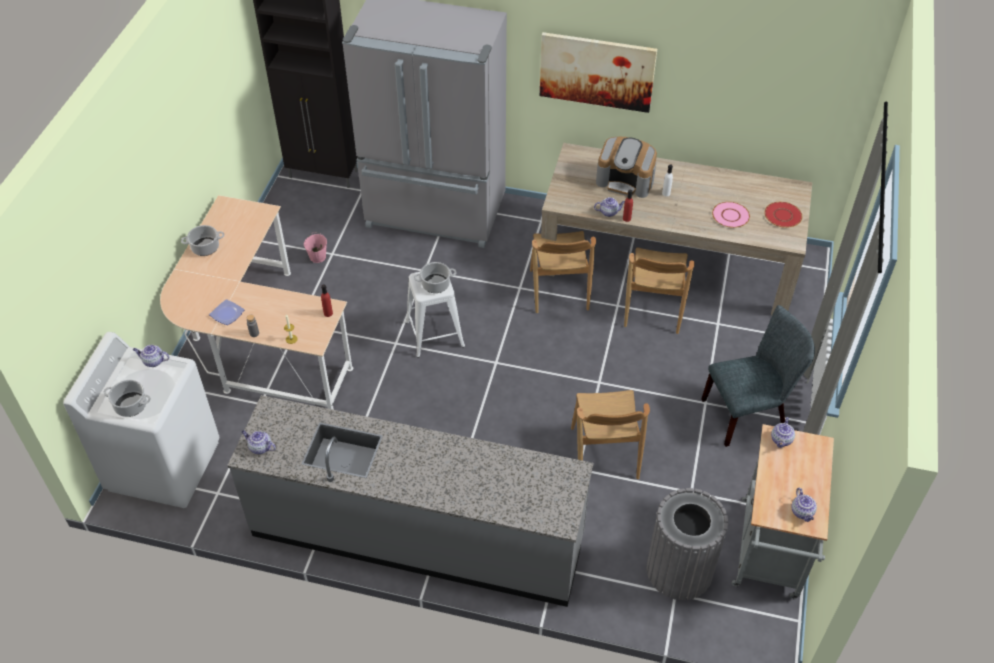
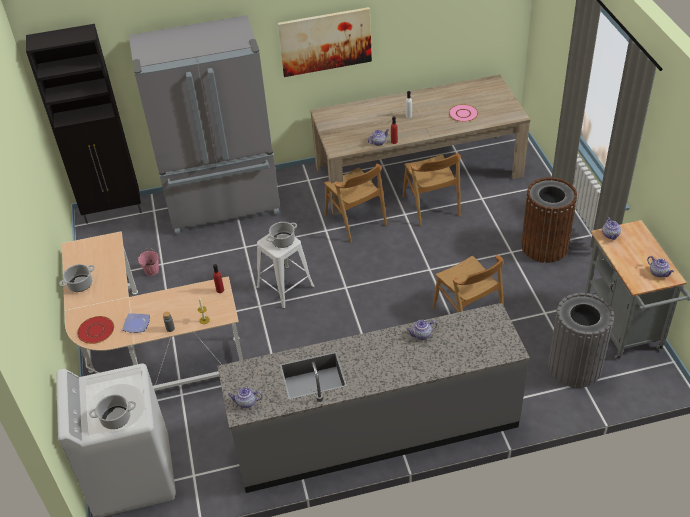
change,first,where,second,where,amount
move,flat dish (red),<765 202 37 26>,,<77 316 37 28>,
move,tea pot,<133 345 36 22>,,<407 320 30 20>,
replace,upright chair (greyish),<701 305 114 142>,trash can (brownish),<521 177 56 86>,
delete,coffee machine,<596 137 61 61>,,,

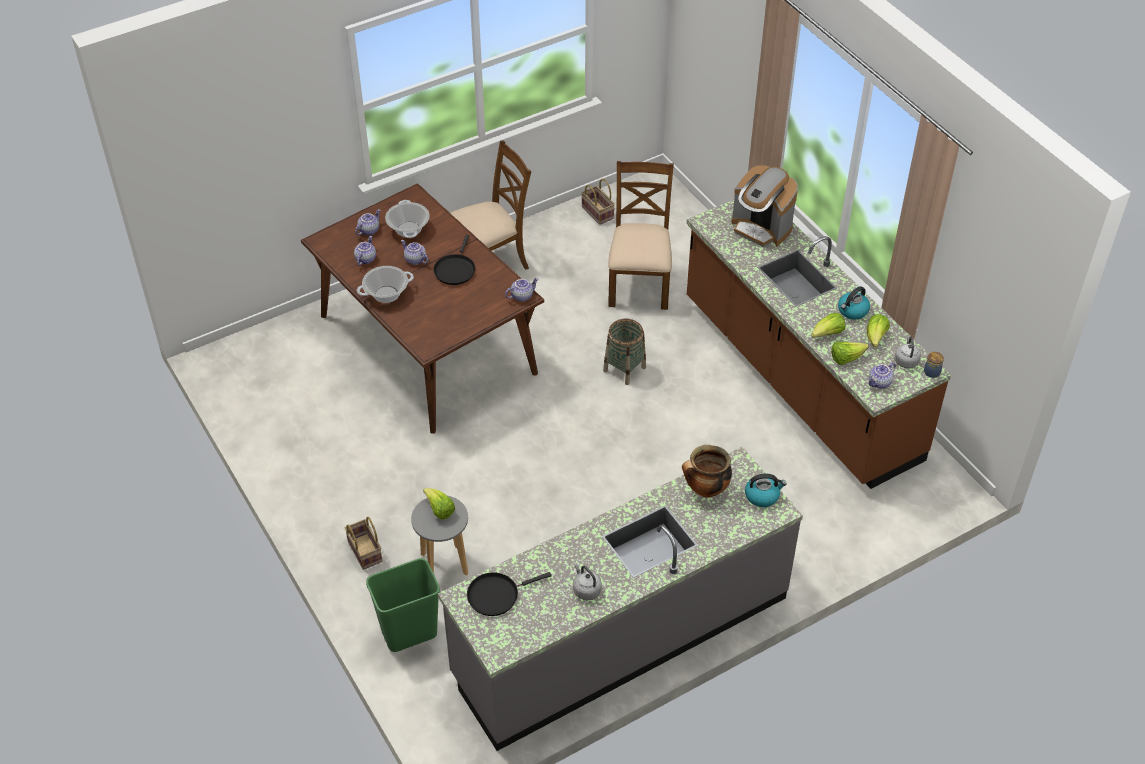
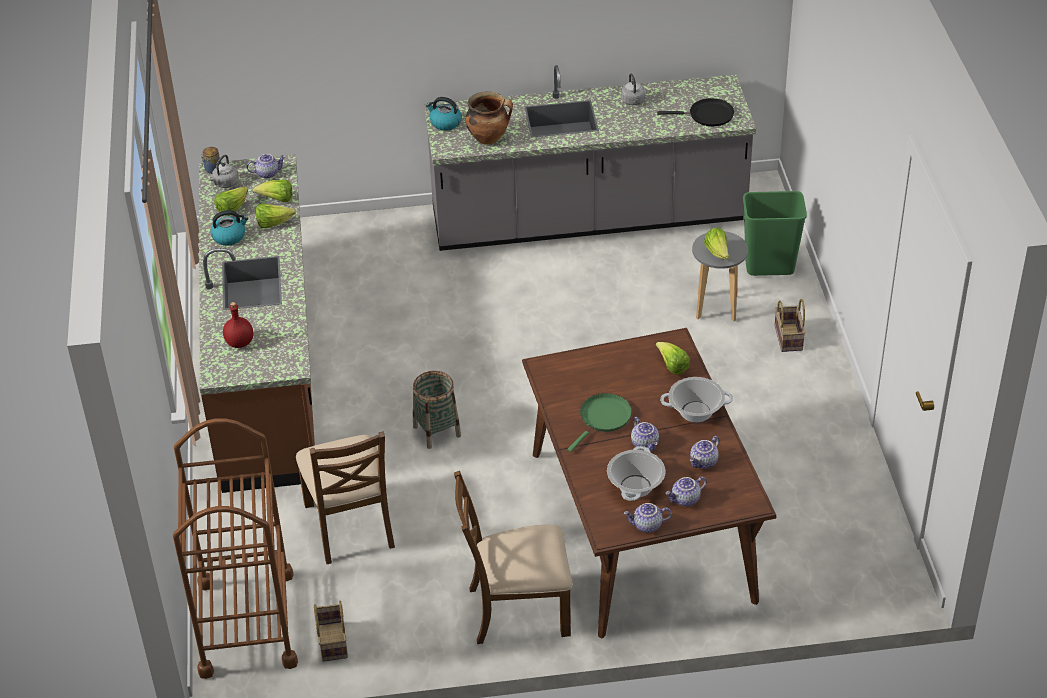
change,first,where,second,where,amount
insert,,,cart (brownish),<173 418 125 261>,
replace,coffee machine,<731 165 67 82>,drink bottle (red),<223 302 30 46>,
rotate,upright chair (brownish),<608 161 66 149>,,<296 432 99 132>,45 degrees counterclockwise
recolor,pan (black-coloured),<433 235 42 50>,pan (green-coloured),<568 393 64 59>,
move,tea pot,<505 278 34 24>,,<624 503 48 30>,
insert,,,head of lettuce,<656 342 34 33>,

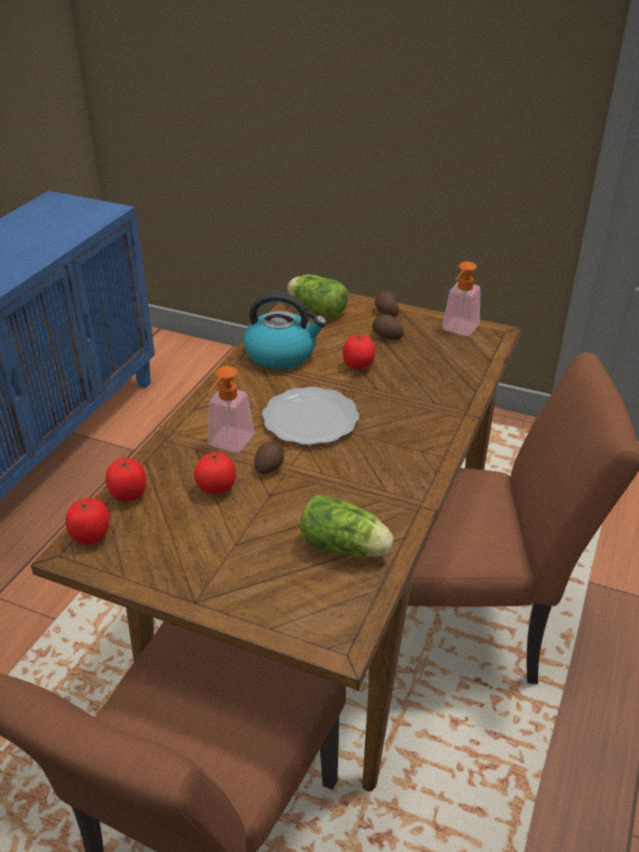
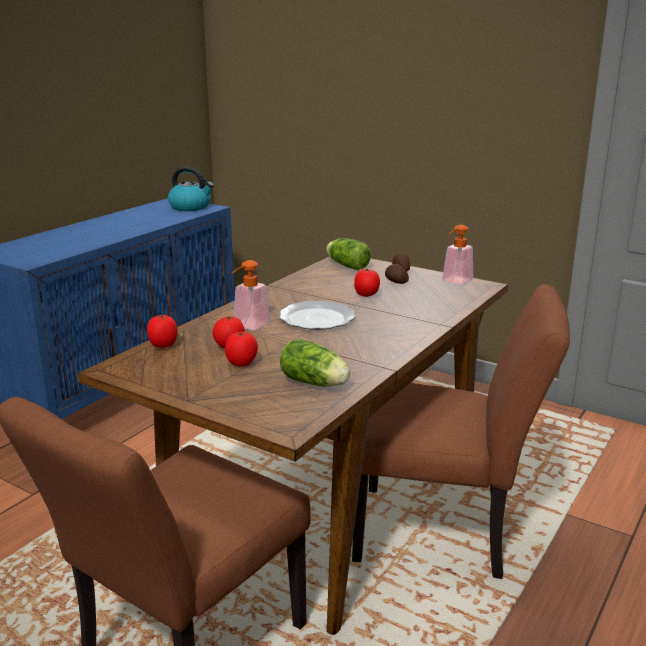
change,first,where,second,where,amount
move,water kettle,<243 292 83 77>,,<168 167 46 44>,
move,fresh tomato,<66 498 44 47>,,<225 332 33 35>,
delete,spud,<254 441 30 33>,,,

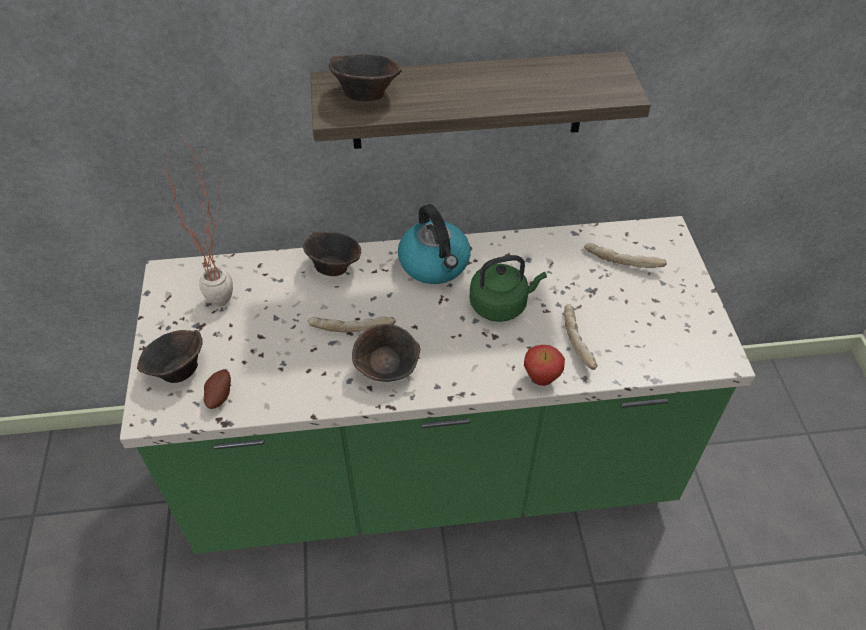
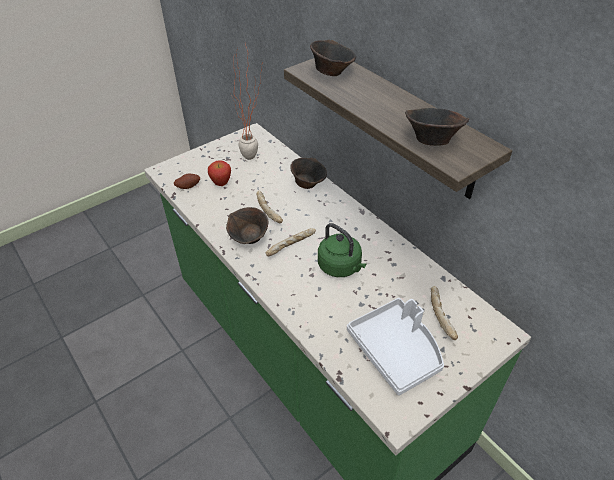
change,first,where,second,where,amount
move,whole apple,<524 345 41 41>,,<208 160 23 26>,
move,baked bread,<564 304 33 66>,,<266 228 50 28>,
insert,,,serving tray (whitish),<347 298 97 97>,
move,bowl (brownish),<137 330 66 53>,,<405 108 64 38>,
delete,water kettle,<398 204 73 80>,,,

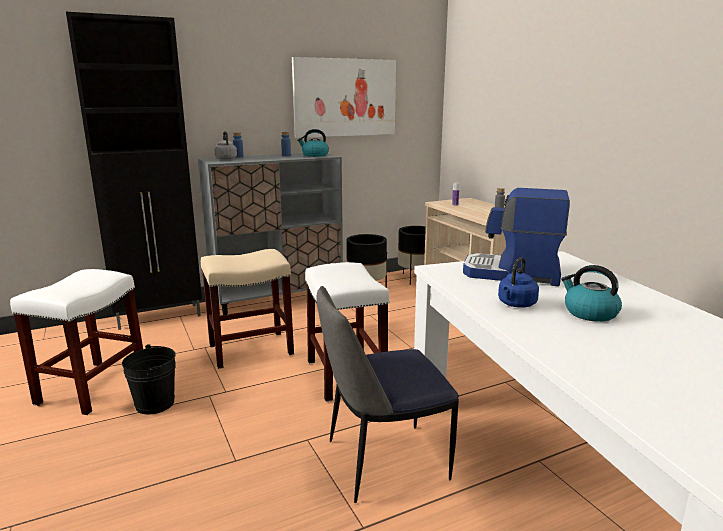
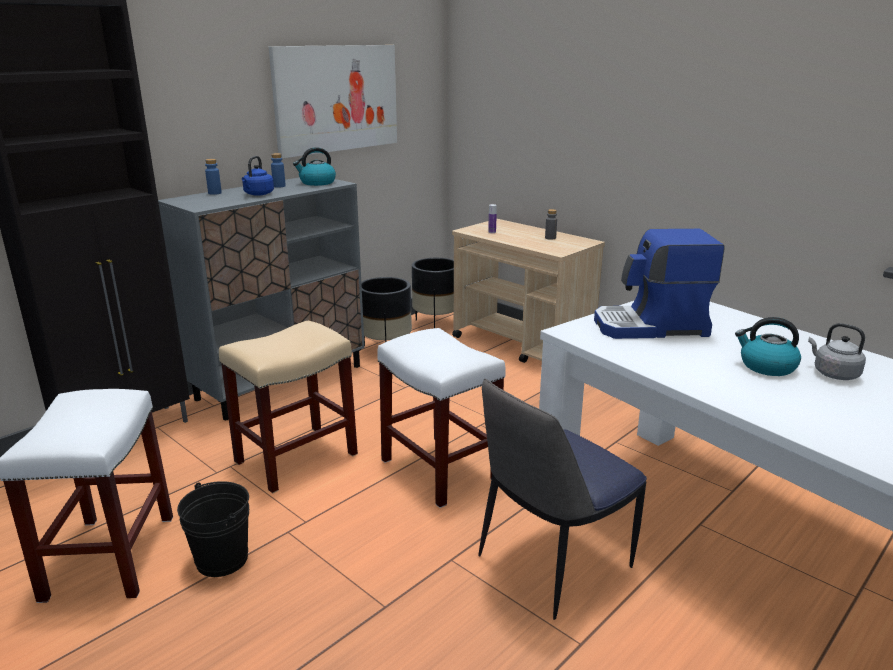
change,first,where,second,where,amount
move,water kettle (bluish),<498 257 41 51>,,<242 156 32 40>,
move,water kettle (greyish),<214 131 23 29>,,<808 323 58 57>,

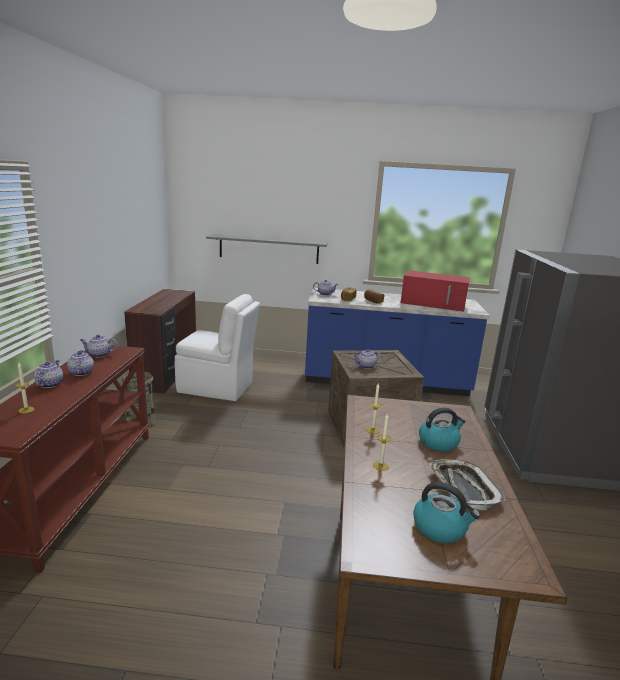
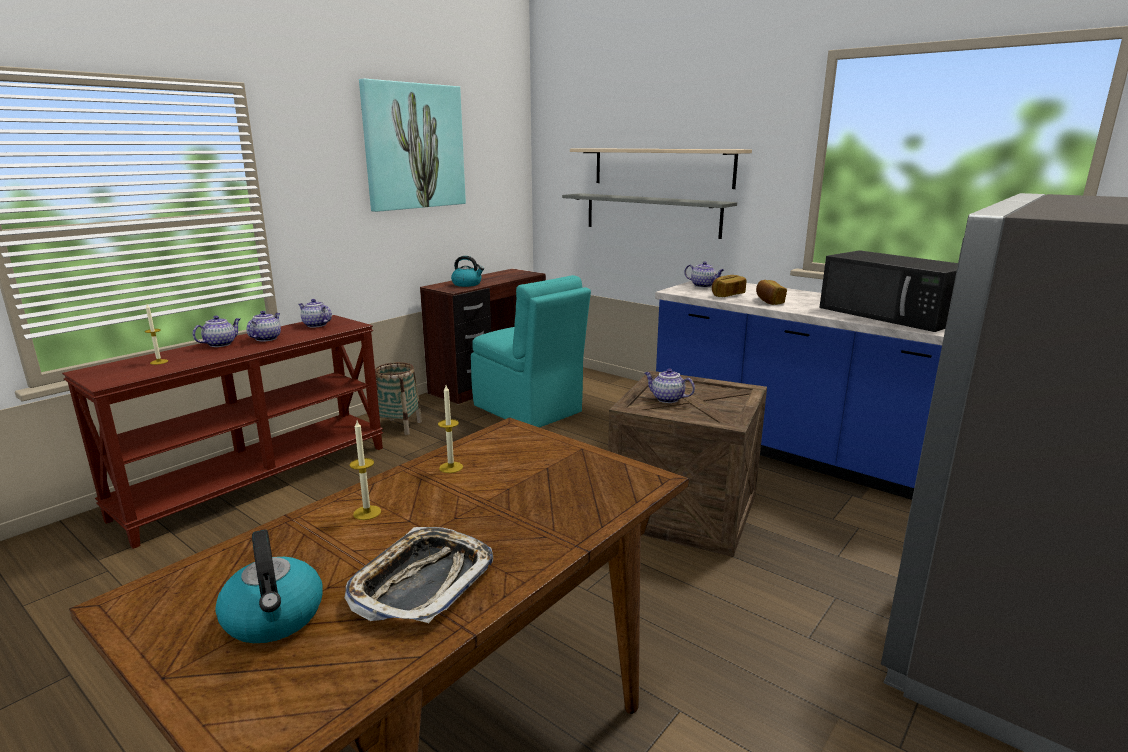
change,first,where,second,where,amount
insert,,,wall art,<359 79 107 133>,
move,water kettle,<419 407 47 44>,,<451 256 33 31>,
recolor,upright chair (whitish),<175 294 85 107>,upright chair (blue-green),<471 275 120 152>,
insert,,,shelf (sand-coloured),<570 148 182 41>,
recolor,kitchen microwave (red),<401 270 69 42>,kitchen microwave (black-coloured),<819 250 139 82>,

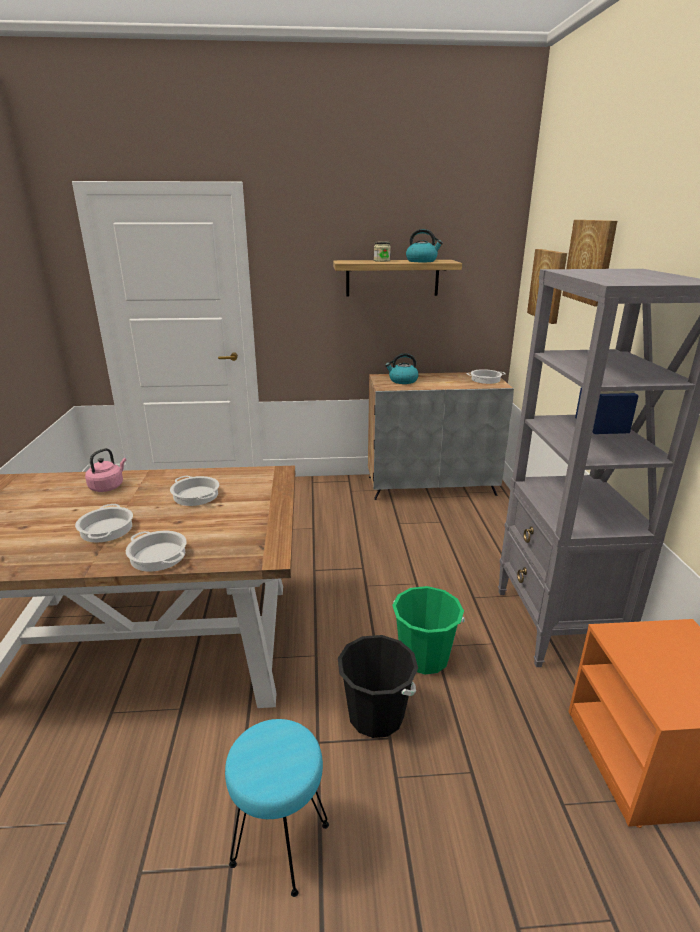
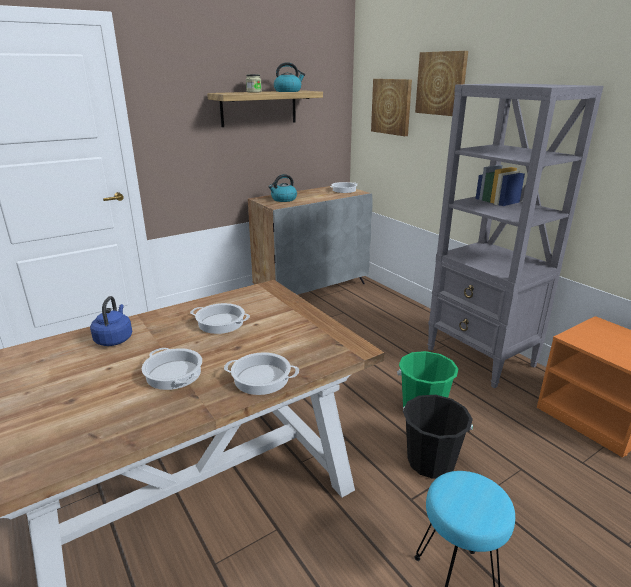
change,first,where,second,where,amount
recolor,water kettle (pink-coloured),<85 448 41 44>,water kettle (bluish),<90 296 42 50>,

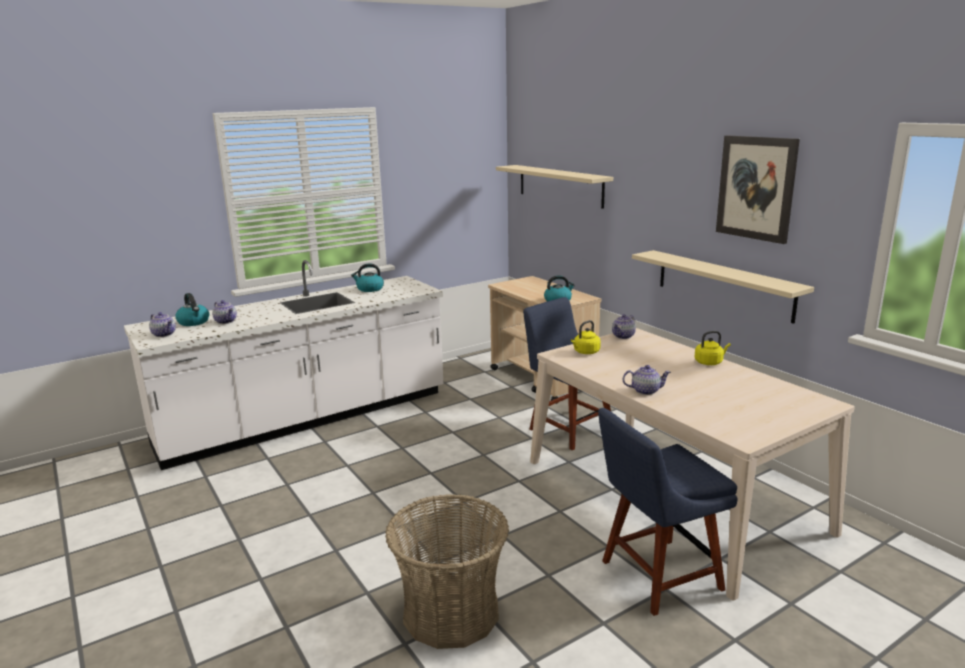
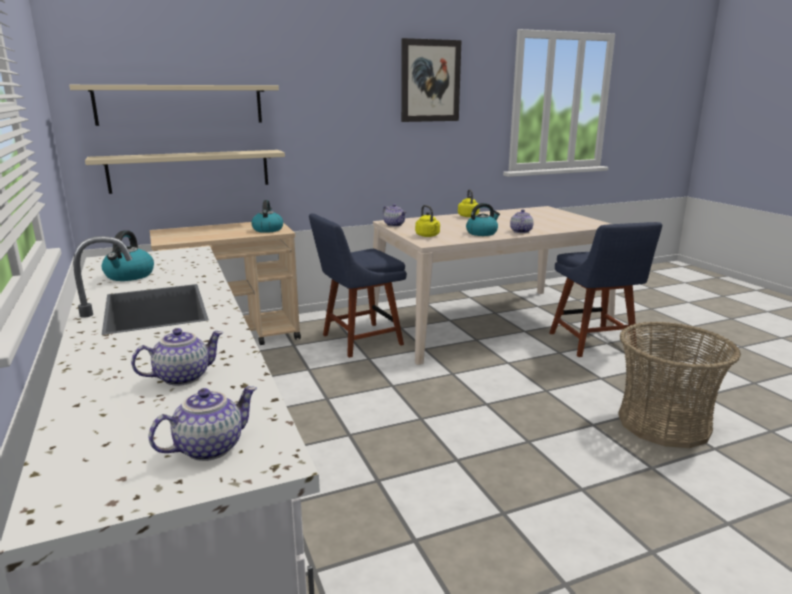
change,first,where,second,where,amount
move,shelf (sand-coloured),<632 250 182 74>,,<85 150 200 44>,
move,water kettle,<175 293 34 33>,,<466 203 34 33>,

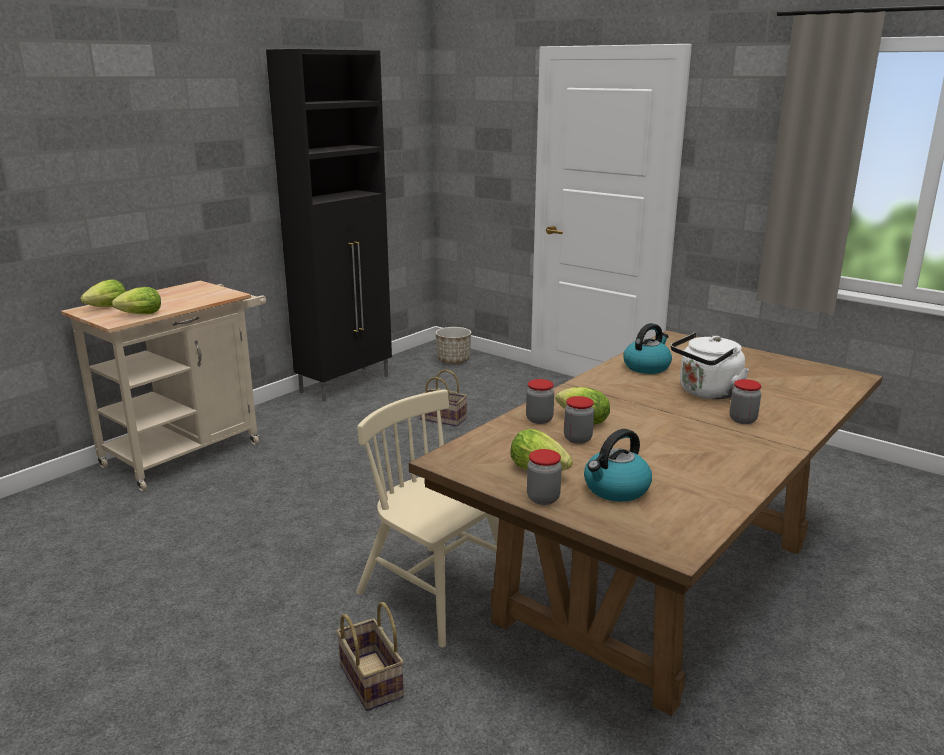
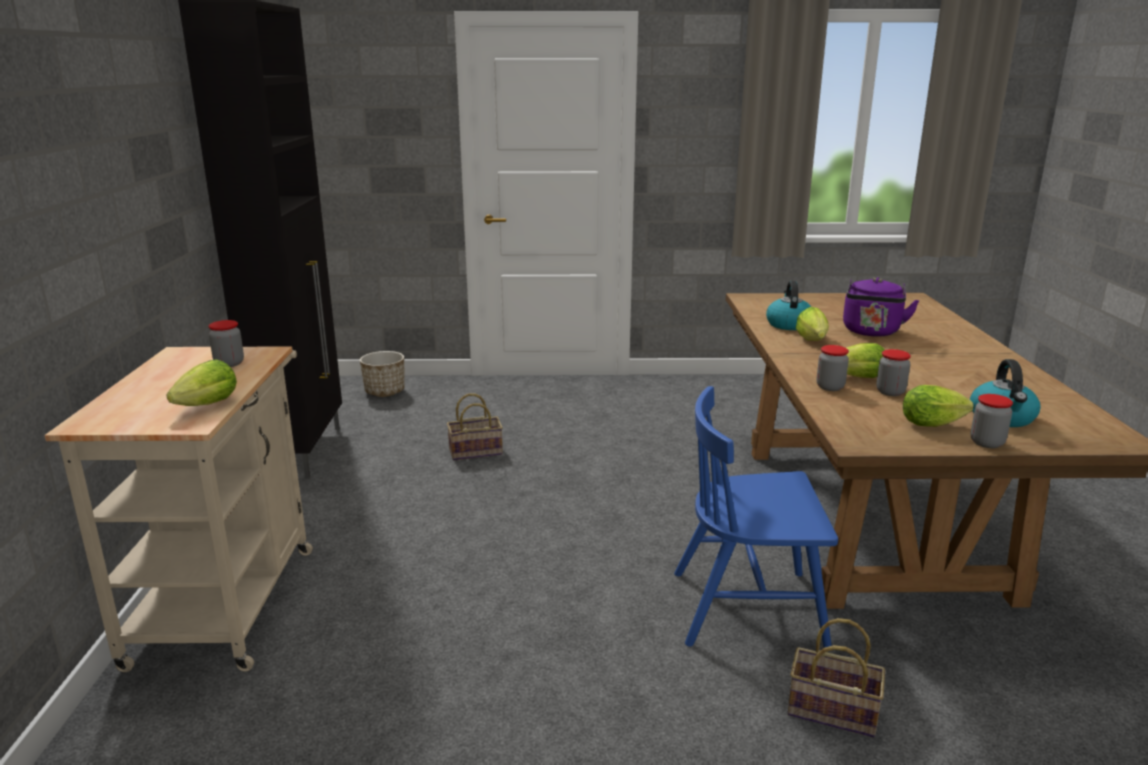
change,first,where,second,where,amount
move,storage jar,<730 379 31 45>,,<208 320 36 47>,
recolor,upright chair (sand-coloured),<356 389 143 258>,upright chair (bluish),<674 386 164 262>,
move,head of lettuce,<80 279 46 28>,,<796 307 33 34>,
recolor,water kettle (whitish),<671 333 79 66>,water kettle (purple),<843 277 76 60>,

